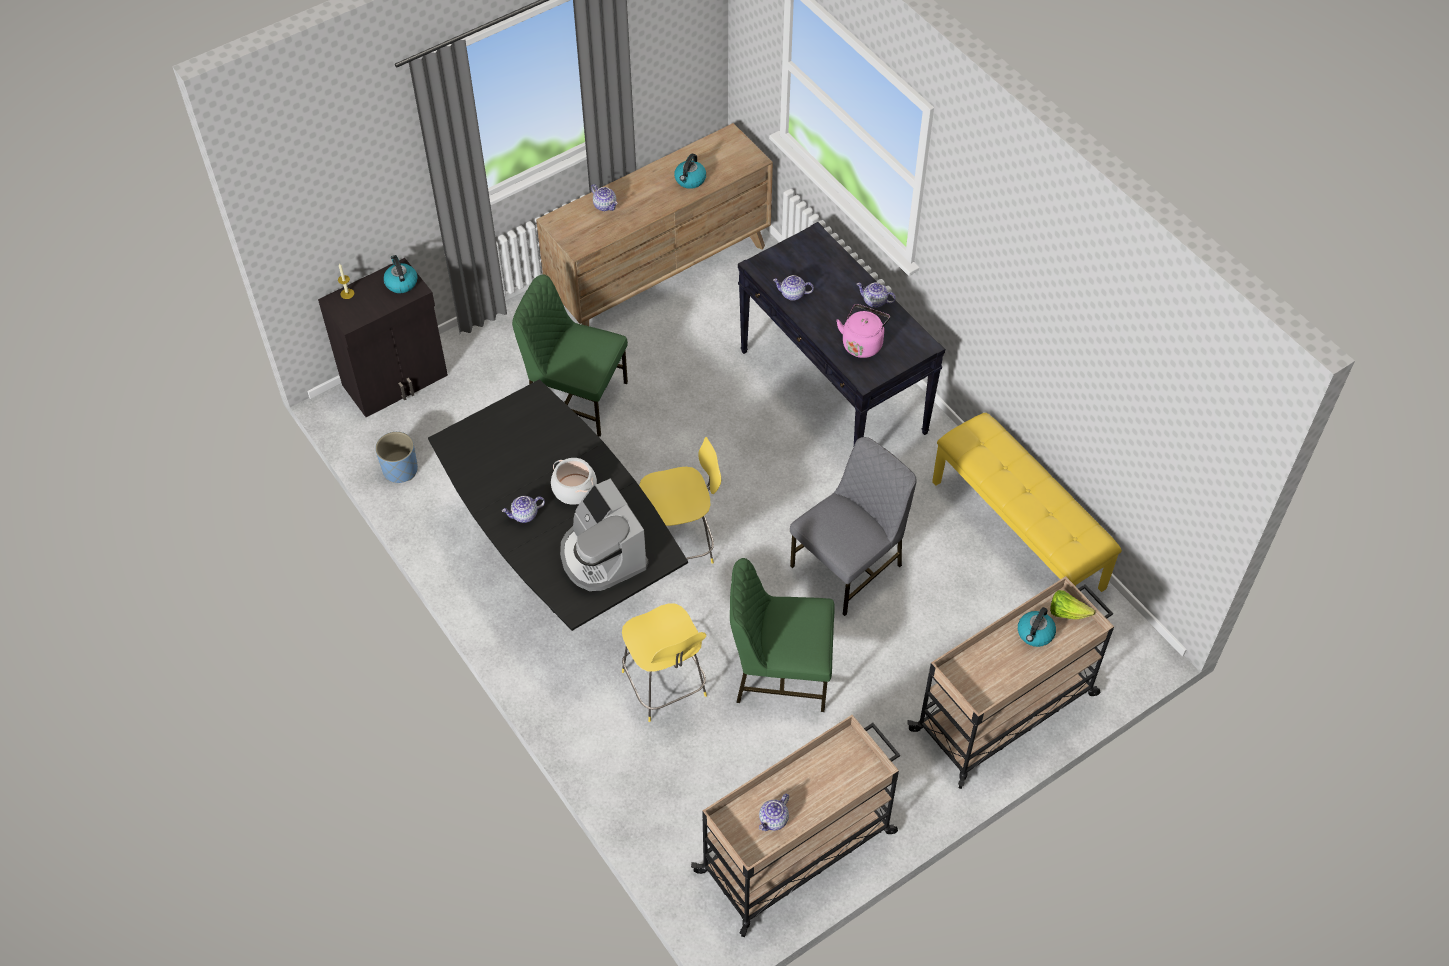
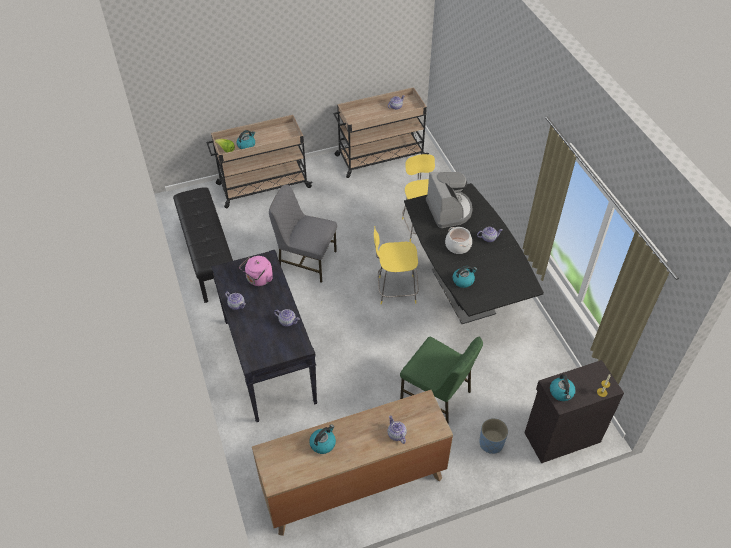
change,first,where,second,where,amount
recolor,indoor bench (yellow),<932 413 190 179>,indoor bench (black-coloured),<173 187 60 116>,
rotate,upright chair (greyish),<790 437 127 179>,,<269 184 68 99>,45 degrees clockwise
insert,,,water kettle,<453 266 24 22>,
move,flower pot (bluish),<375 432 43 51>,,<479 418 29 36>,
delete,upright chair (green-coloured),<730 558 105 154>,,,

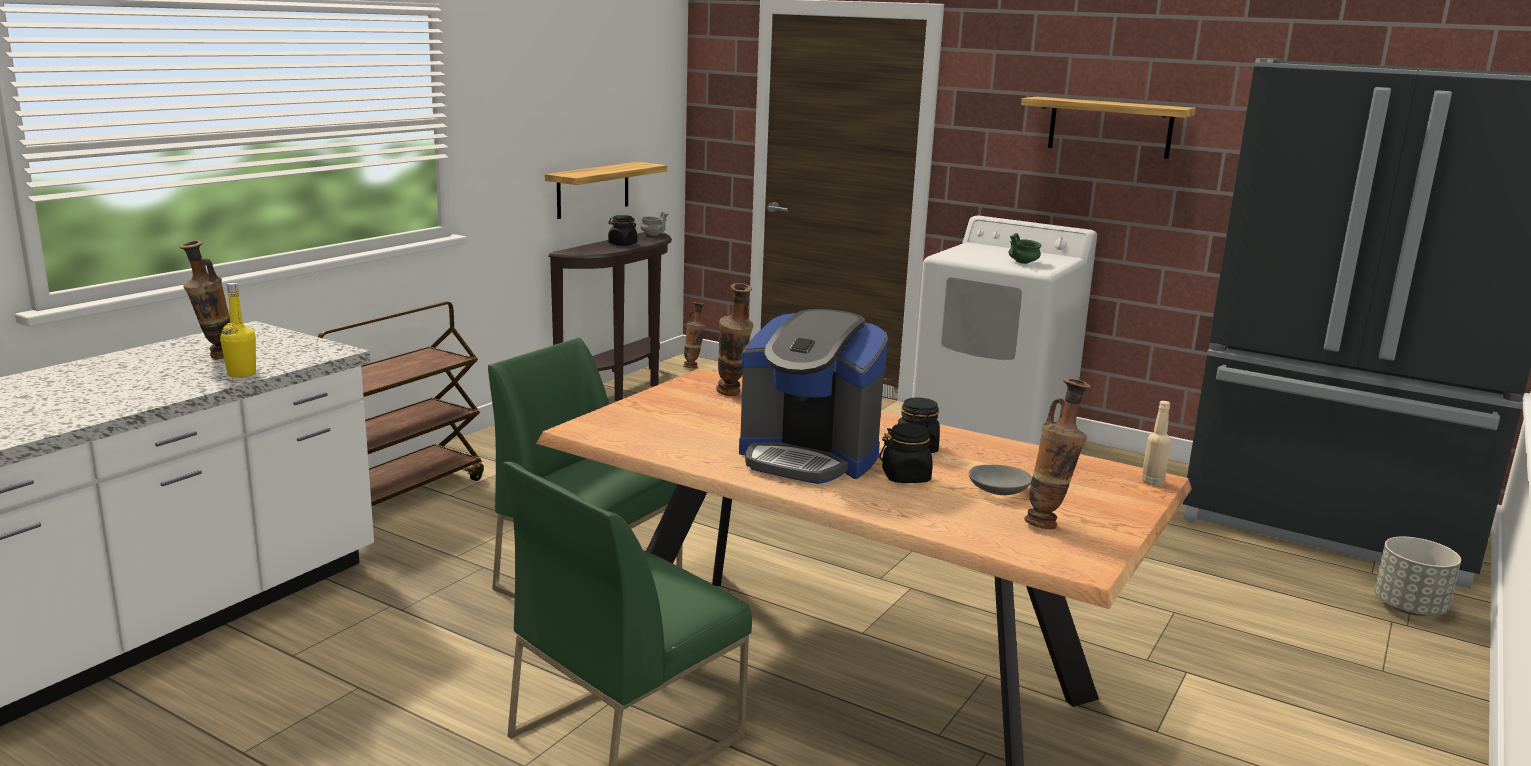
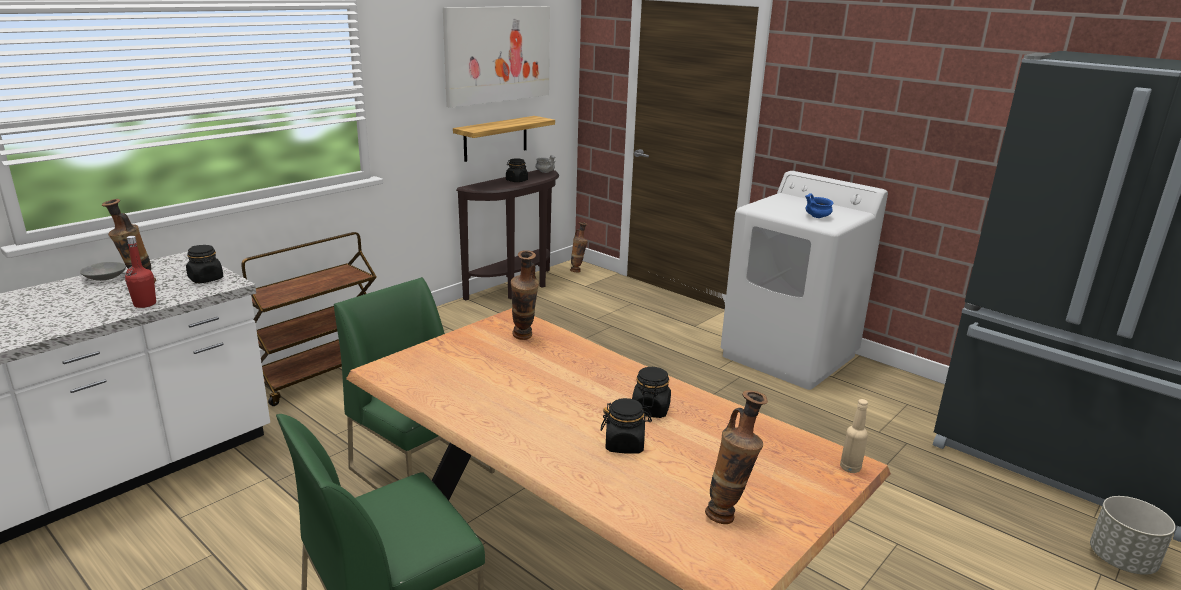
change,first,where,second,where,amount
move,bowl (greyish),<969 465 63 30>,,<80 262 46 19>,
recolor,drink bottle (yellow),<220 283 36 94>,drink bottle (red),<125 236 31 72>,
insert,,,storage jar (black-coloured),<186 245 37 38>,
insert,,,wall art,<443 6 107 102>,
recolor,bowl (green-coloured),<1008 233 34 31>,bowl (bluish),<805 193 28 25>,
delete,coffee machine,<739 309 149 175>,,,
delete,shelf,<1021 96 175 63>,,,

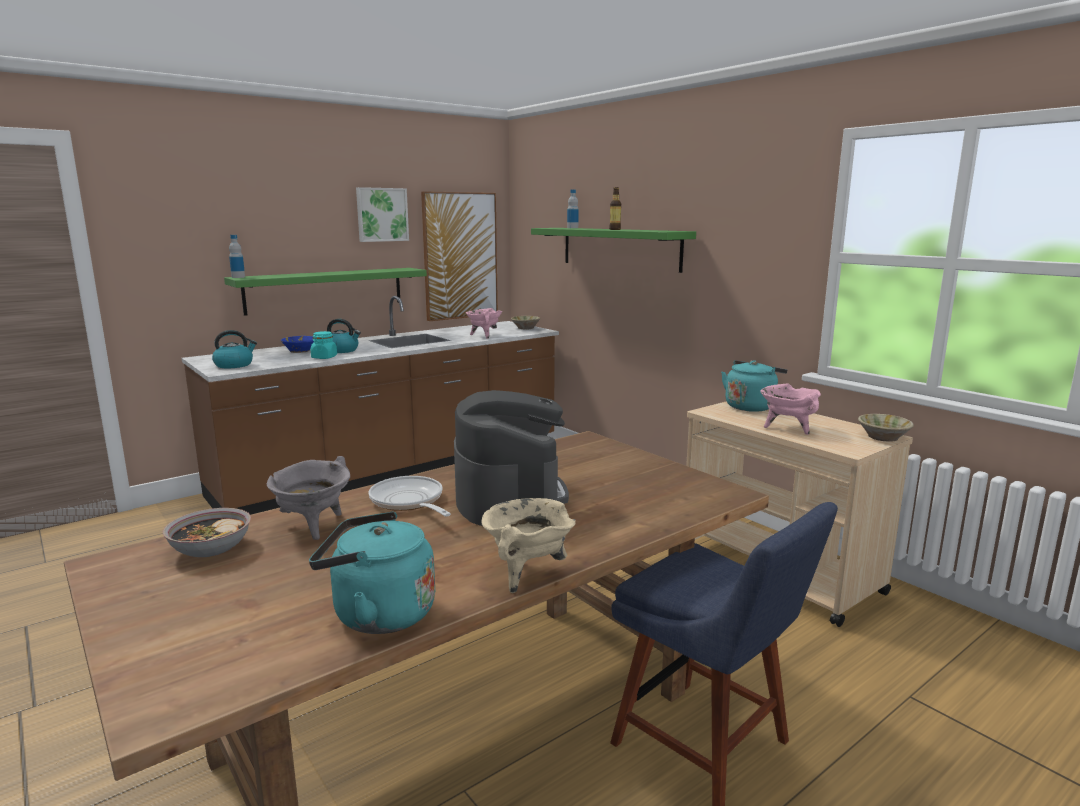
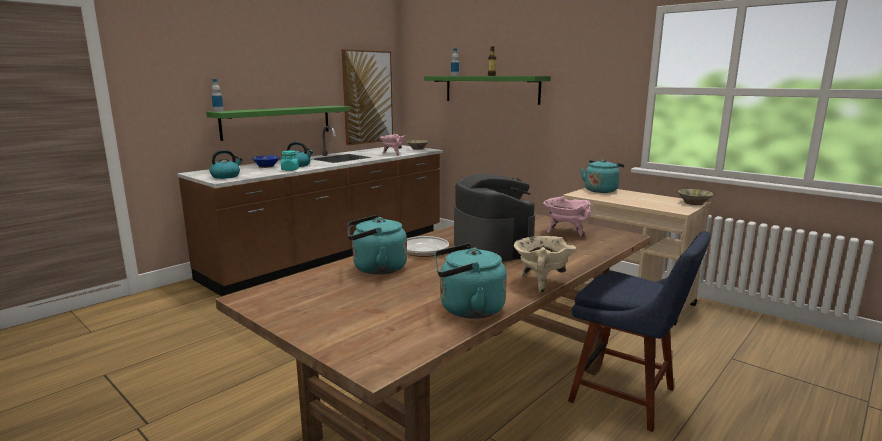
change,first,where,second,where,amount
replace,stockpot (greyish),<266 456 84 84>,water kettle (blue-green),<348 215 59 60>,
move,stockpot (pink-coloured),<760 383 61 52>,,<543 196 48 41>,
delete,bowl,<162 508 89 49>,,,
delete,wall art,<356 187 53 55>,,,

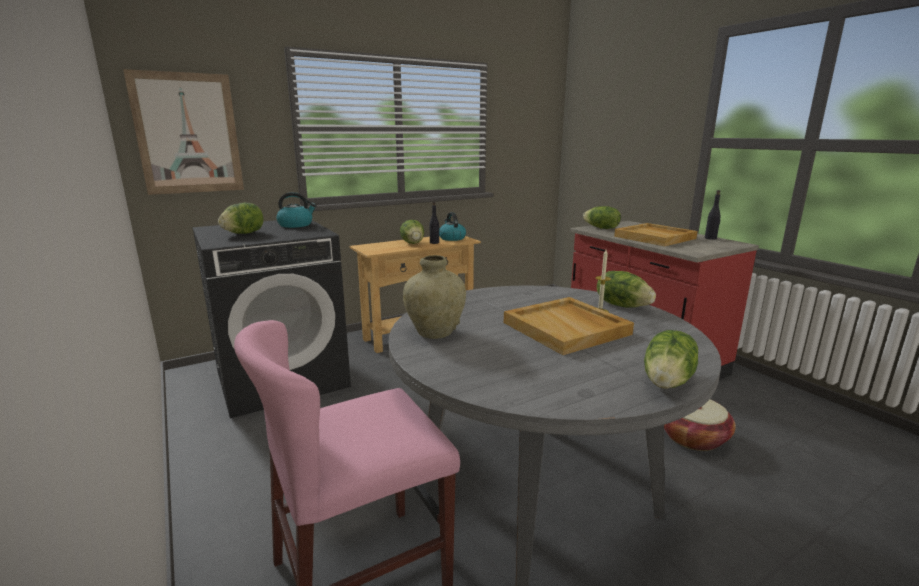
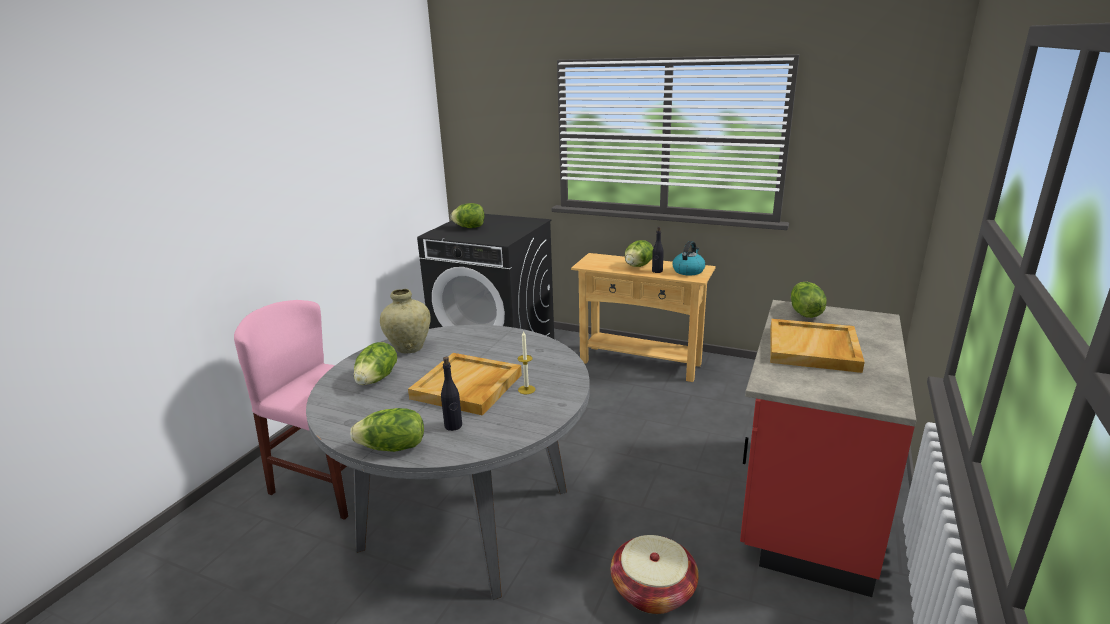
change,first,where,second,where,amount
move,head of lettuce,<597 271 59 37>,,<354 342 43 43>,
move,drink bottle (black-coloured),<705 190 15 50>,,<441 357 21 74>,
delete,wall art,<123 69 121 126>,,,
delete,water kettle,<276 192 41 36>,,,

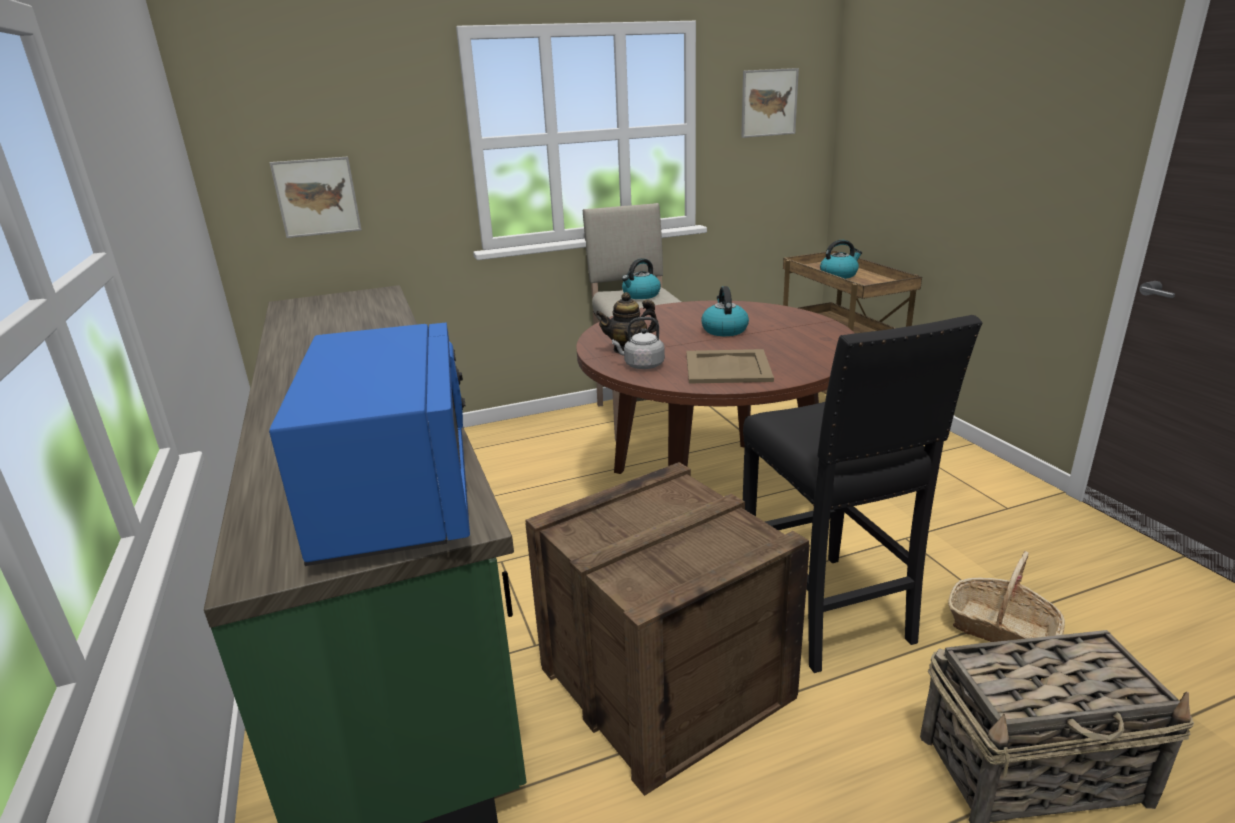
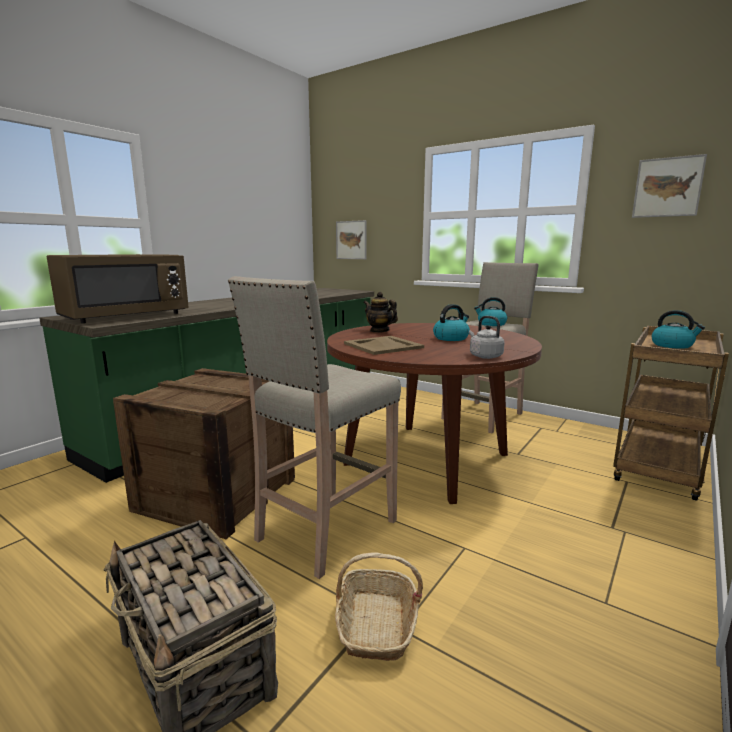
change,first,where,second,where,amount
recolor,kitchen microwave (bluish),<269 323 201 243>,kitchen microwave (brownish),<47 254 142 69>,
recolor,stool (black-coloured),<743 315 239 358>,stool (sand-coloured),<228 276 173 303>,
move,water kettle (greyish),<612 317 53 52>,,<469 316 35 43>,

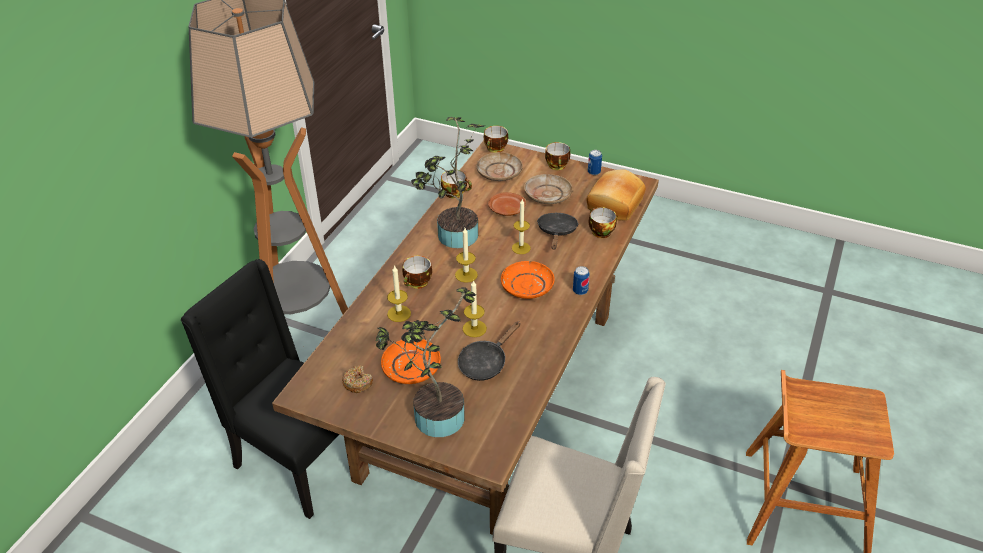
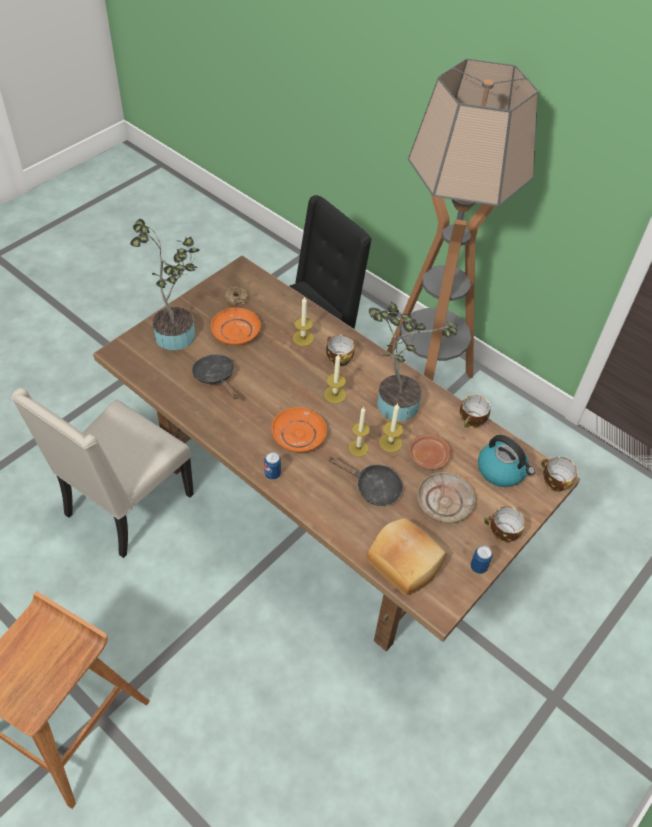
change,first,where,second,where,amount
move,wax candle,<463 280 24 57>,,<379 403 24 50>,
replace,flat dish (sand-coloured),<477 152 46 29>,water kettle,<478 435 57 52>,
delete,small cup,<589 207 28 31>,,,

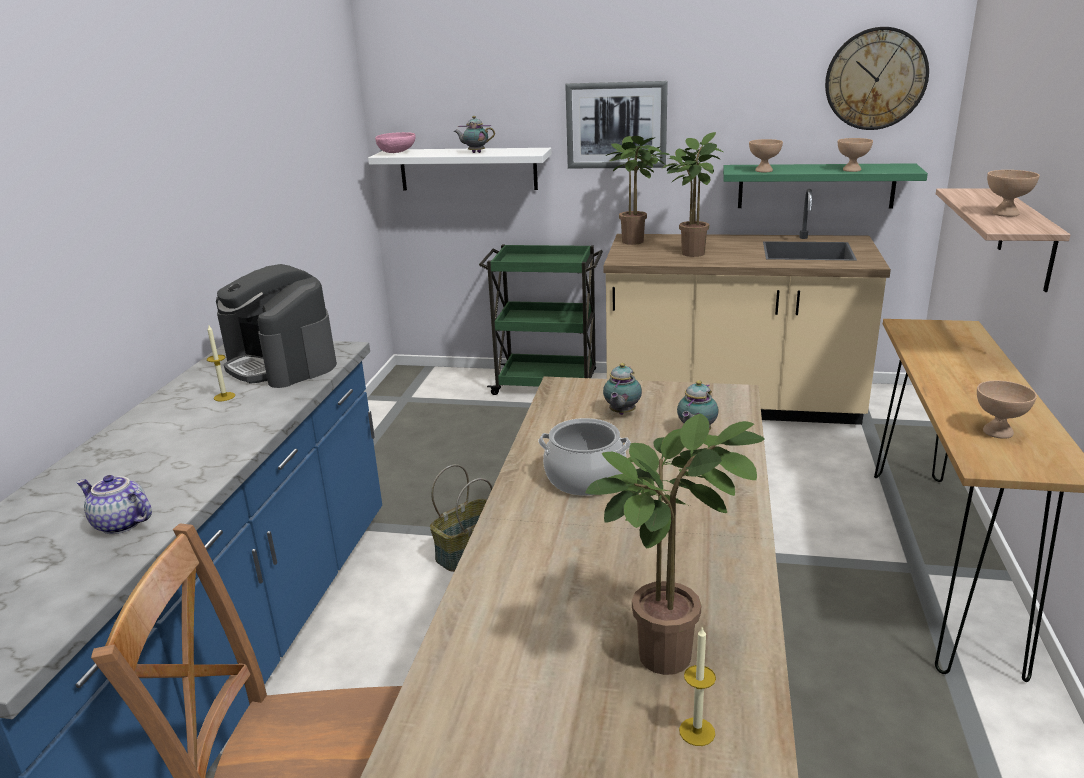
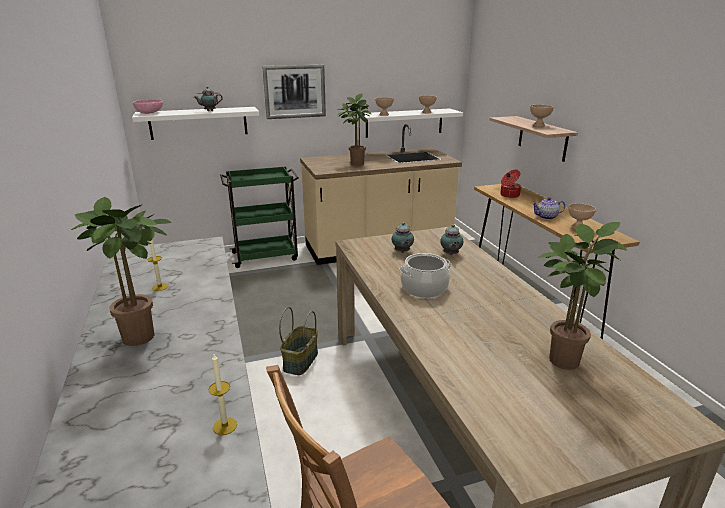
change,first,where,second,where,amount
move,potted plant,<606 136 64 109>,,<71 197 101 149>,
move,wax candle,<679 626 37 120>,,<208 354 29 81>,
recolor,shelf (green-coloured),<723 163 205 46>,shelf (whitish),<357 108 106 30>,
insert,,,stockpot,<500 170 22 28>,
move,tea pot,<76 475 76 59>,,<532 197 33 23>,
delete,coffee machine,<216 264 121 124>,,,
delete,wall clock,<825 27 104 103>,,,

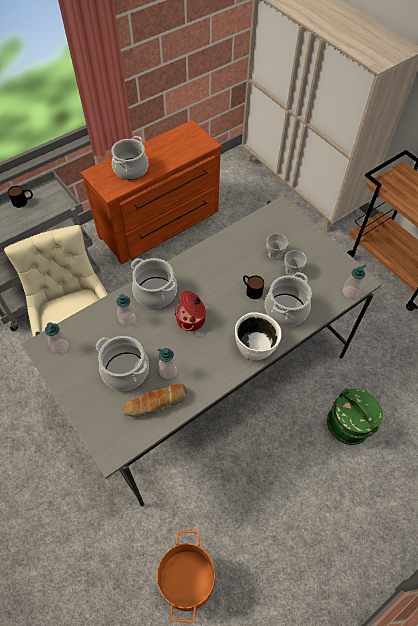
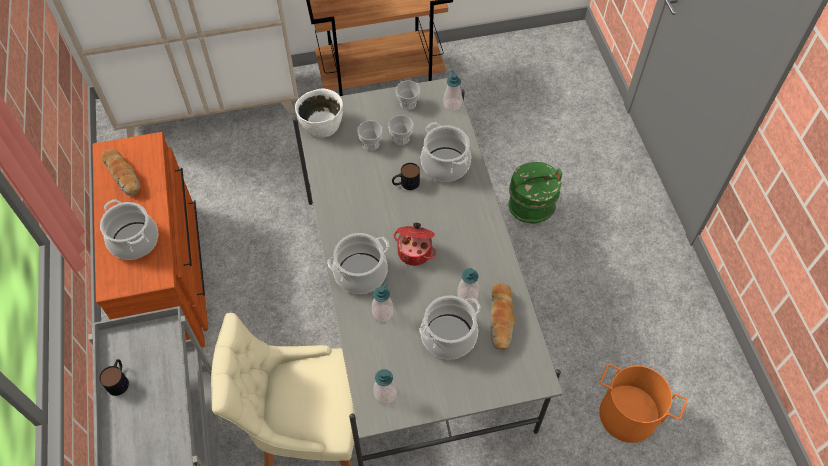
change,first,where,second,where,amount
insert,,,baked bread,<101 149 39 47>,
move,bowl (whitish),<235 312 47 48>,,<295 88 48 50>,
insert,,,small cup,<396 80 24 30>,

